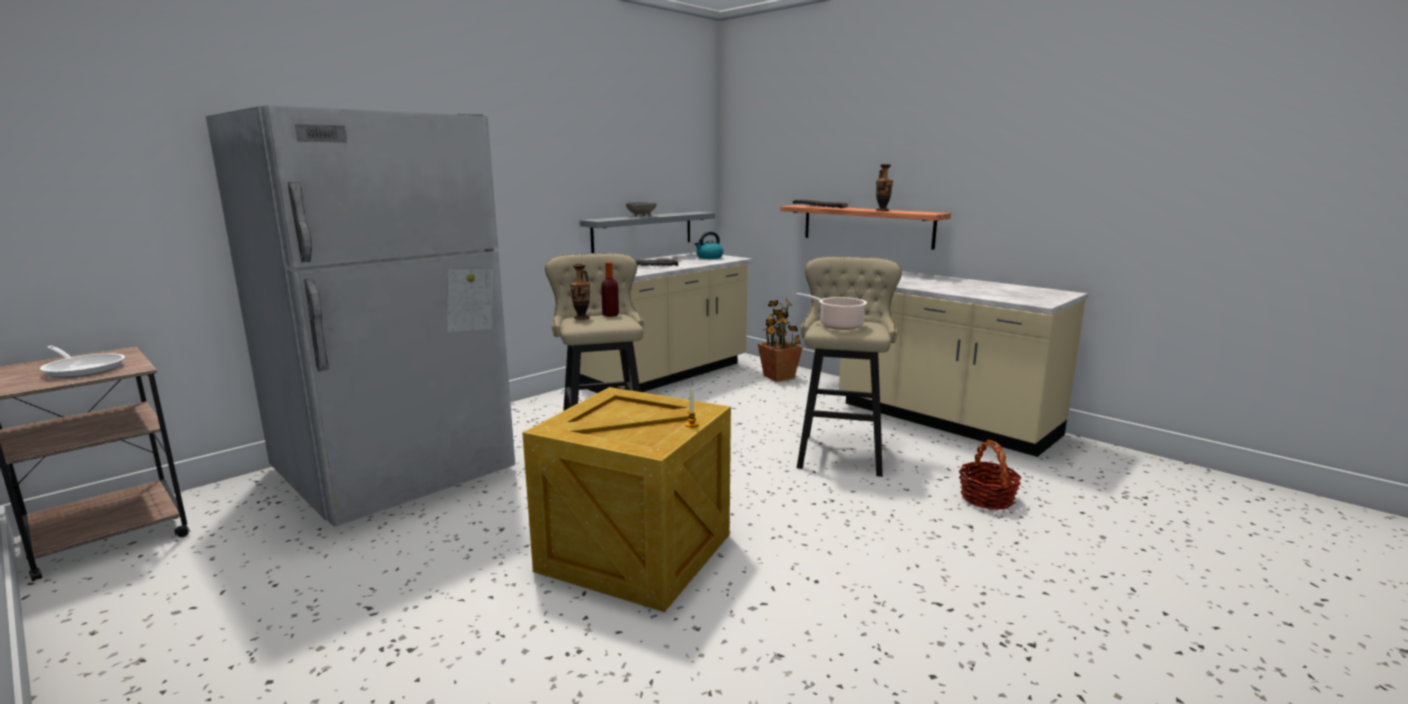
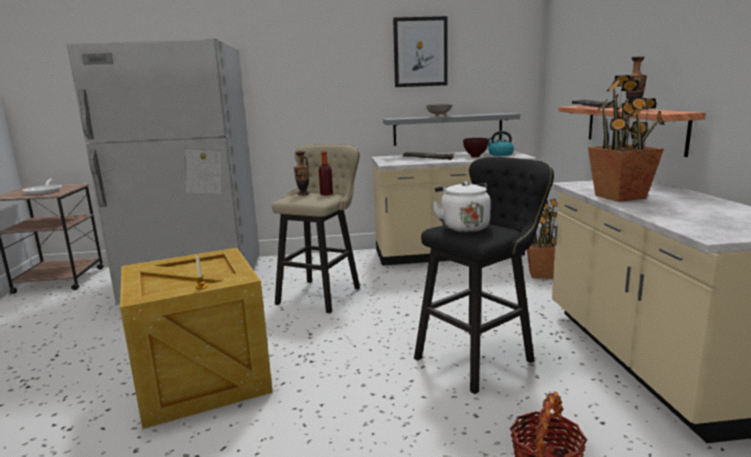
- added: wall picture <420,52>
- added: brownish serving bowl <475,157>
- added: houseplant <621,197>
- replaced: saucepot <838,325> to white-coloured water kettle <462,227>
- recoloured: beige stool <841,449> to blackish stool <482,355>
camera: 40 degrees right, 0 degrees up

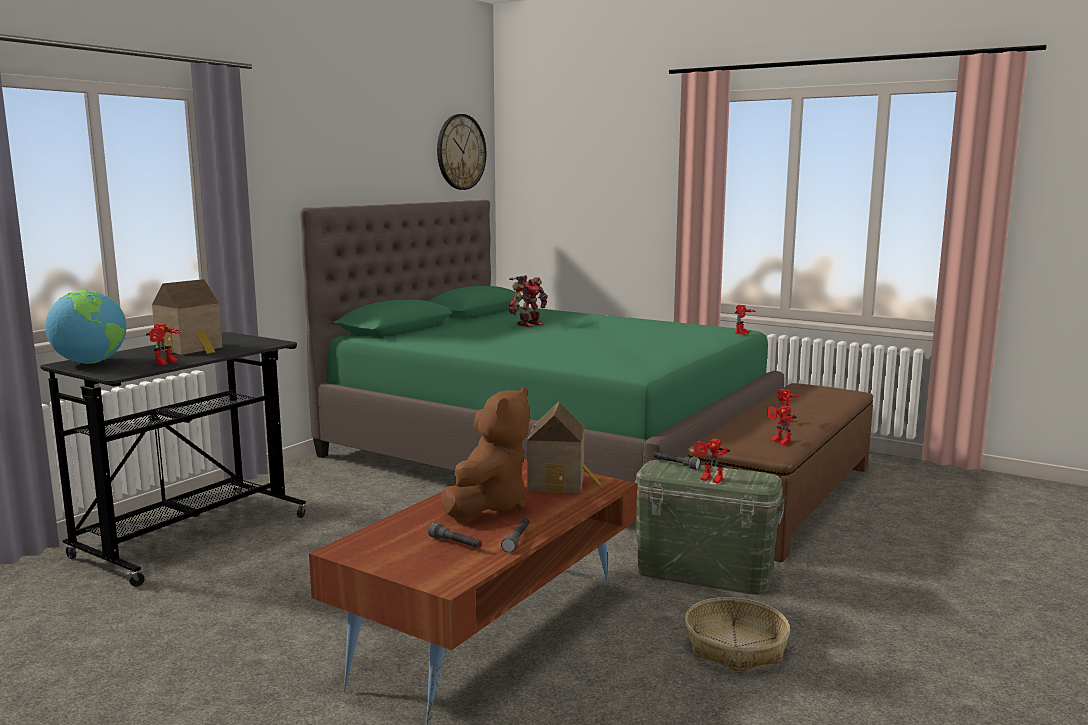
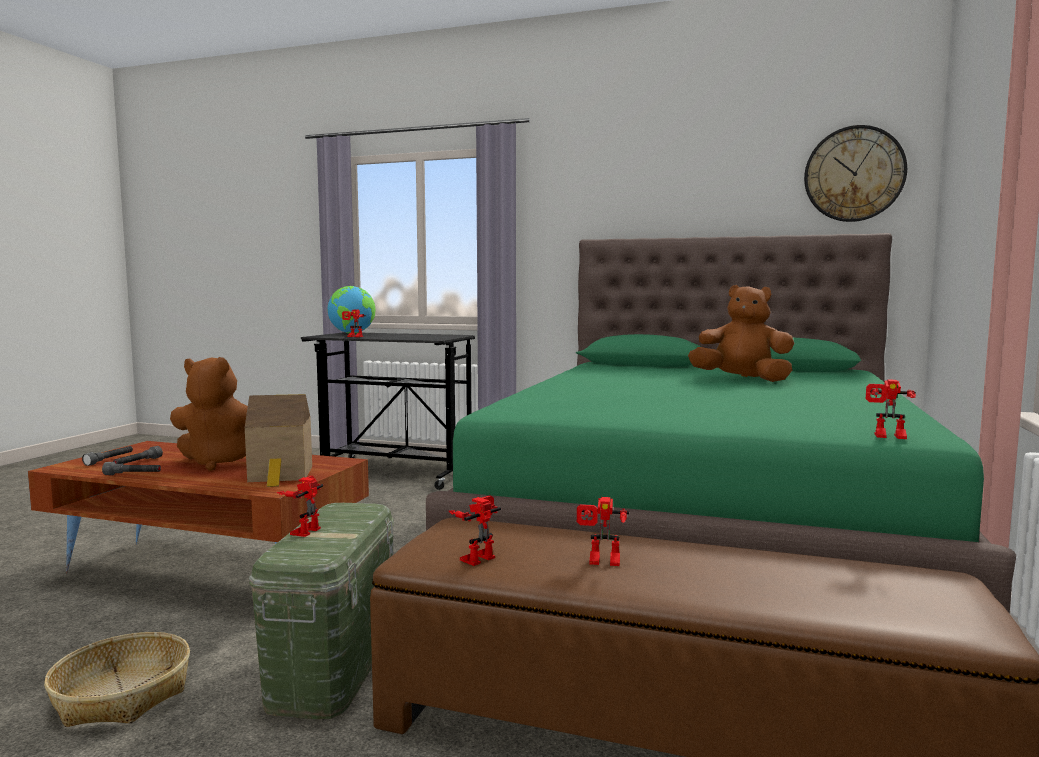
- removed: toy house <191,348>
- moved: gray hand torch <676,465> to <109,460>
- replaced: model robot <528,324> to brownish cuddly toy <742,380>
camera: 75 degrees right, 5 degrees down

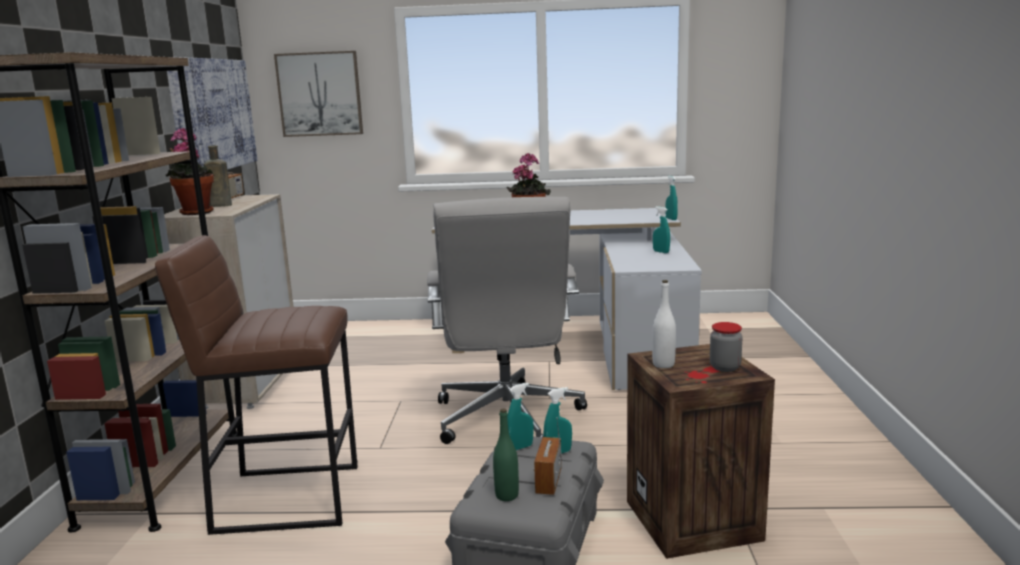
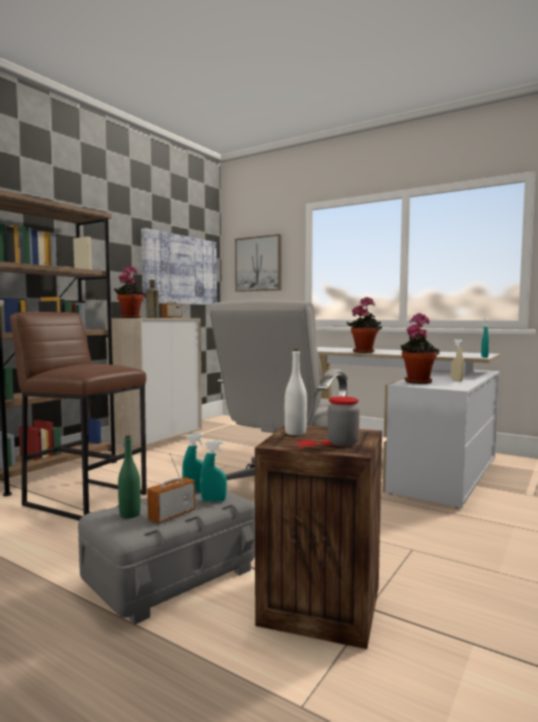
- added: houseplant <417,381>
- recoloured: turquoise-coloured hand sprayer <661,252> to beige hand sprayer <456,380>
camera: 30 degrees right, 10 degrees down

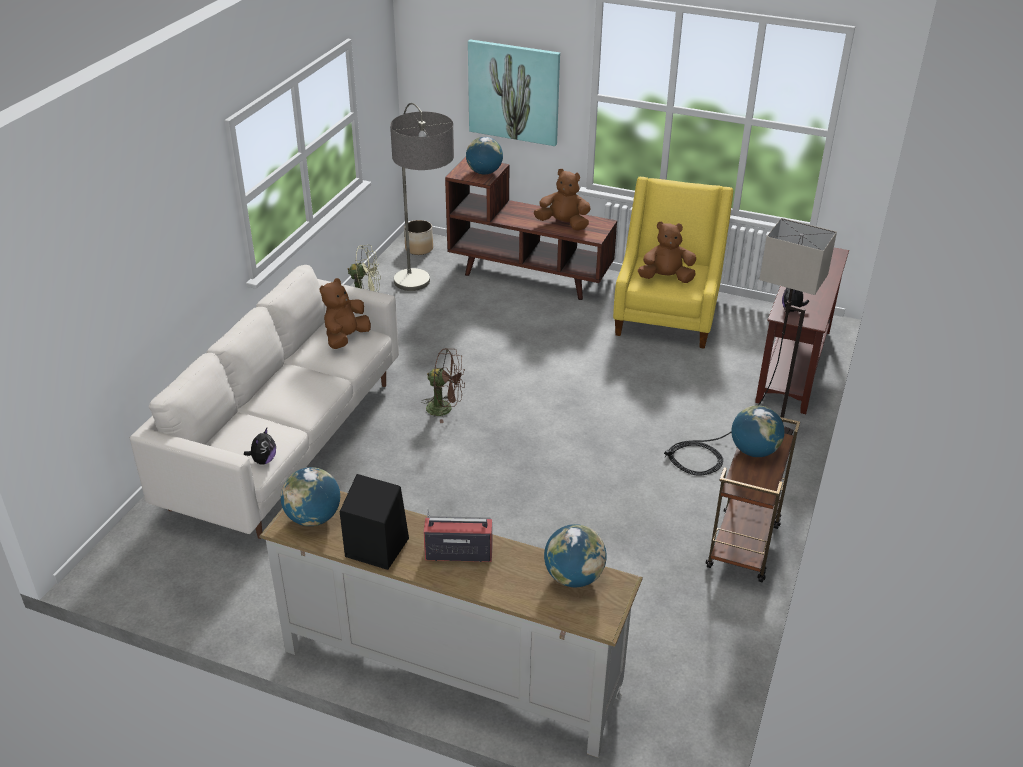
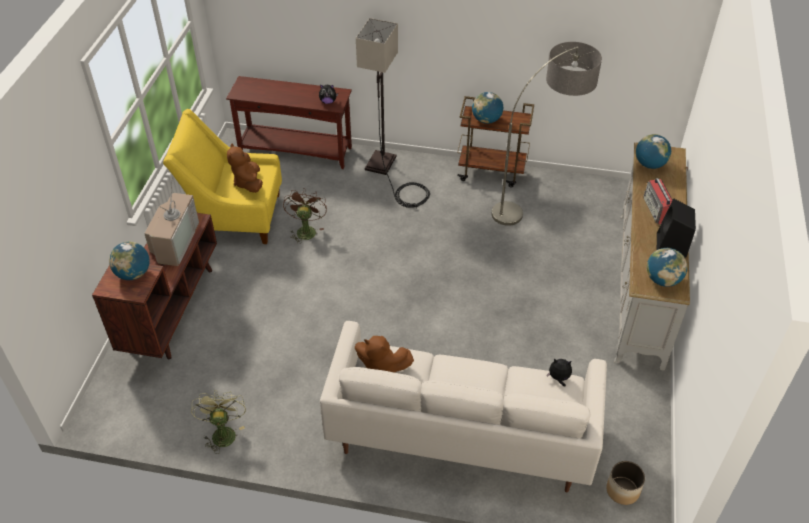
- removed: wall picture <514,92>
- moved: standing lamp <423,303> to <537,202>
- moved: plant pot <419,249> to <622,491>
- moved: brownish cooling fan <445,409> to <306,230>
- replaced: brownish cuddly toy <563,224> to TV <174,241>
camera: 100 degrees left, 10 degrees up

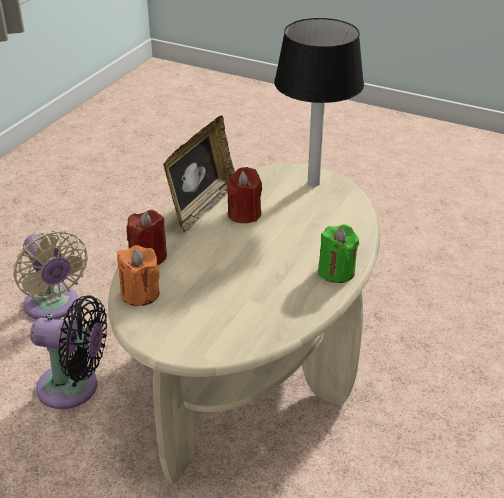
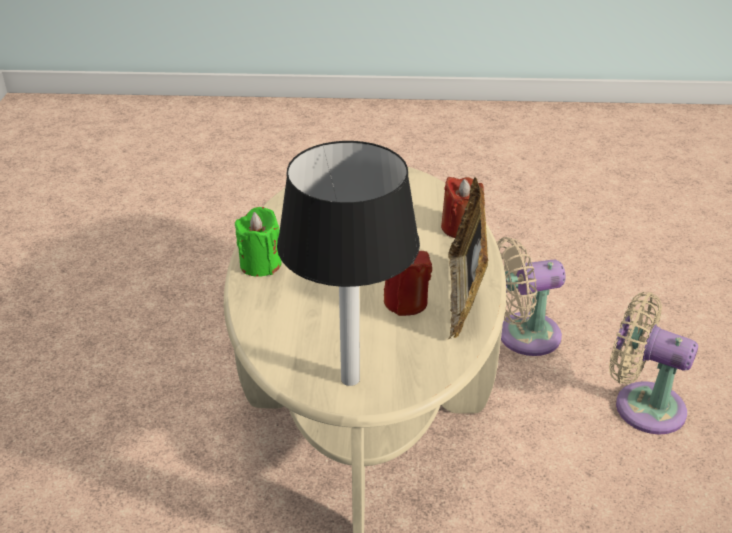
- removed: orange-coloured wax light <140,293>
- recoloured: blackish cooling fan <74,387> to beige cooling fan <522,336>
camera: 155 degrees right, 0 degrees up

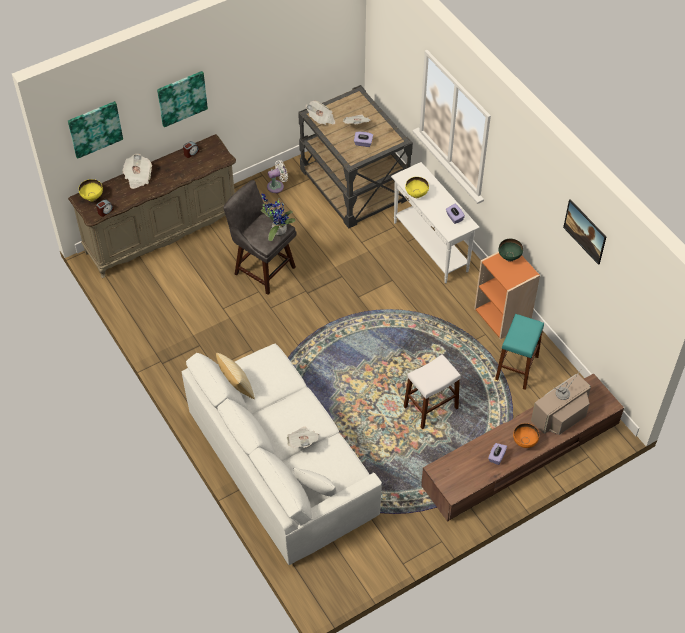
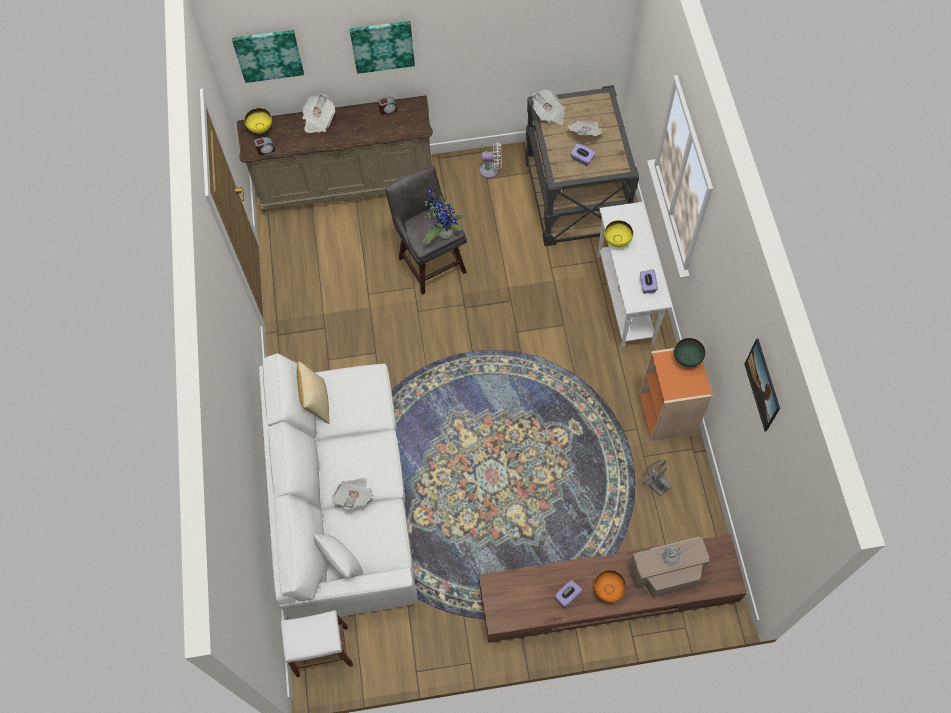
- moved: white-coloured stool <430,407> to <322,651>
- replaced: turquoise-coloured stool <517,368> to gray cooling fan <653,484>
camera: 25 degrees right, 10 degrees up

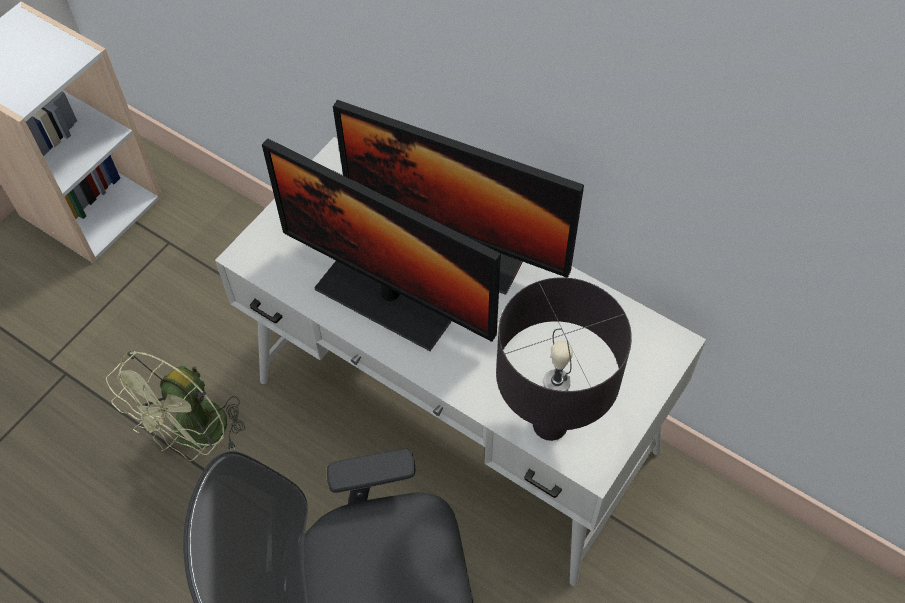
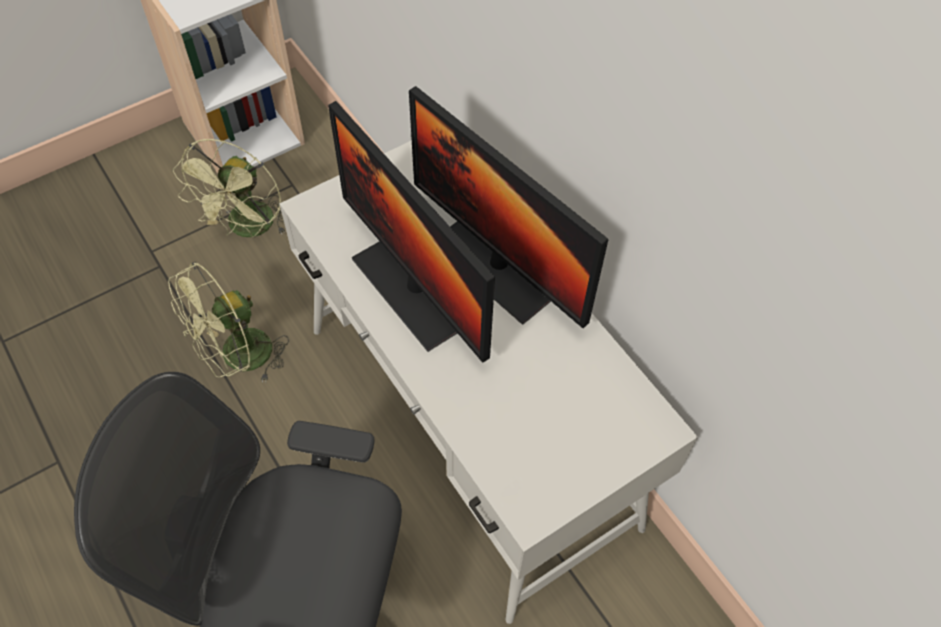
- removed: blackish lamp for a table <550,425>
- added: green-coloured cooling fan <248,229>
camera: 20 degrees right, 0 degrees up

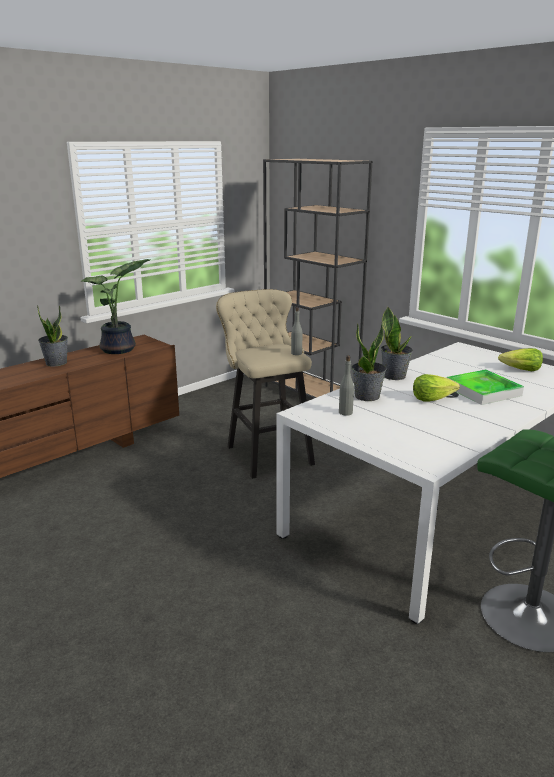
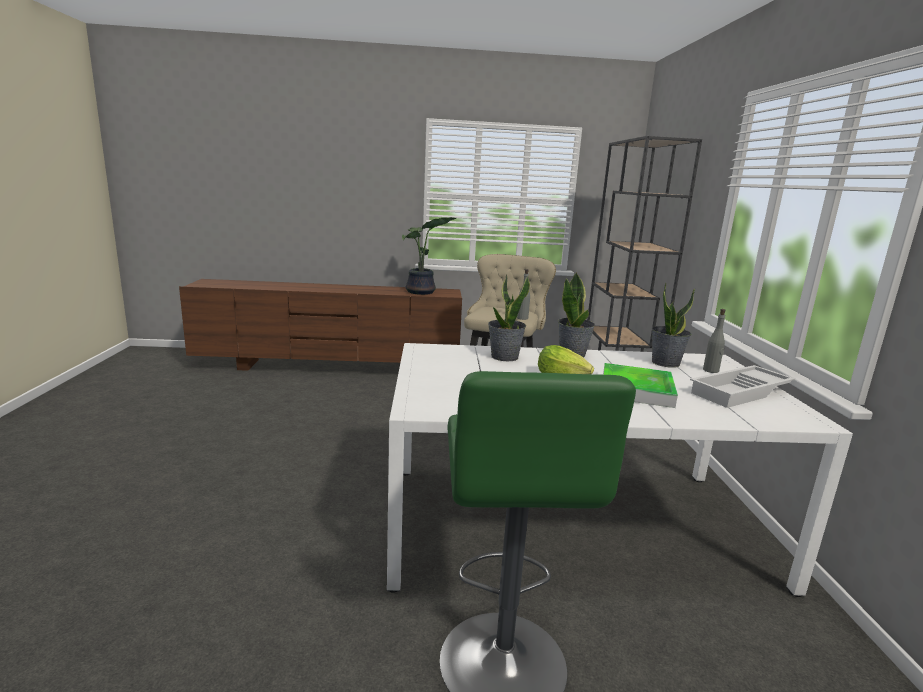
- moved: houseplant <56,363> to <665,363>
- moved: gray beverage bottle <345,412> to <711,370>
- replaced: head of lettuce <521,370> to white-coloured serving tray <741,393>
camera: 40 degrees right, 5 degrees down

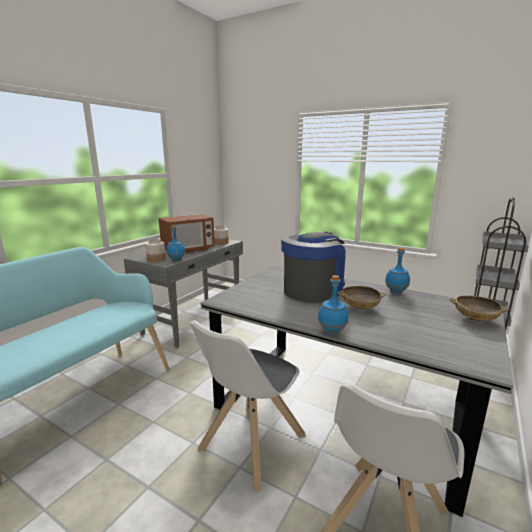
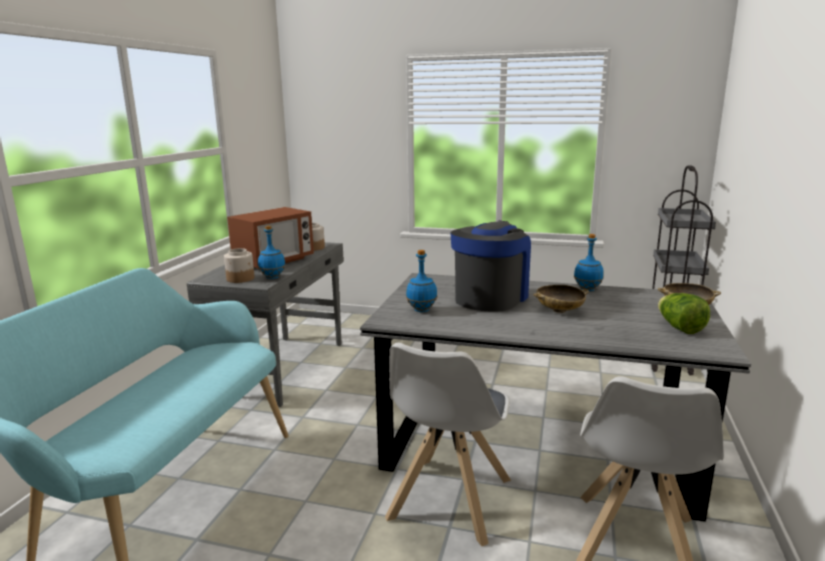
- added: head of lettuce <679,328>
- moved: bluish beverage bottle <331,332> to <421,310>
camera: 15 degrees left, 0 degrees up

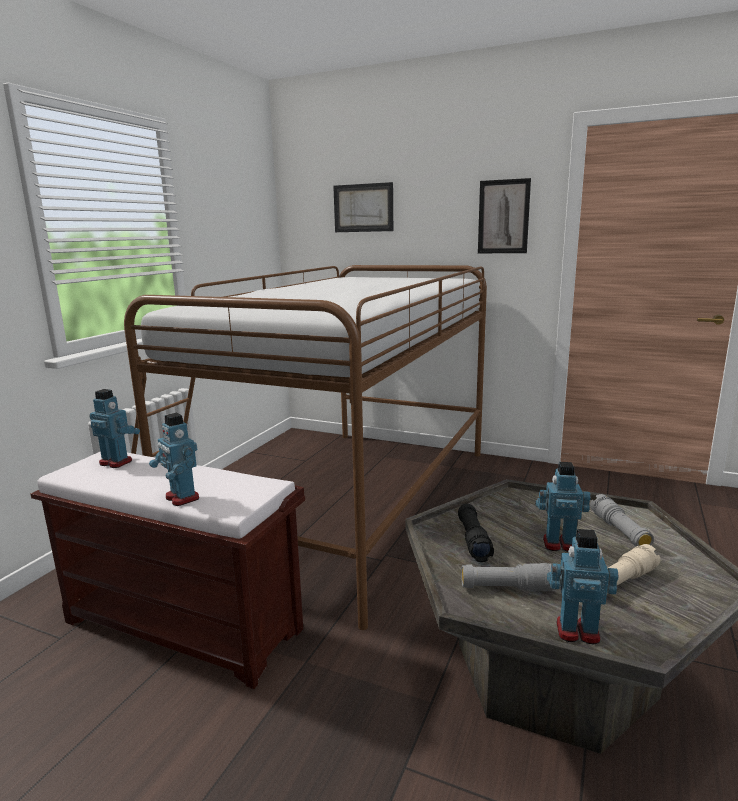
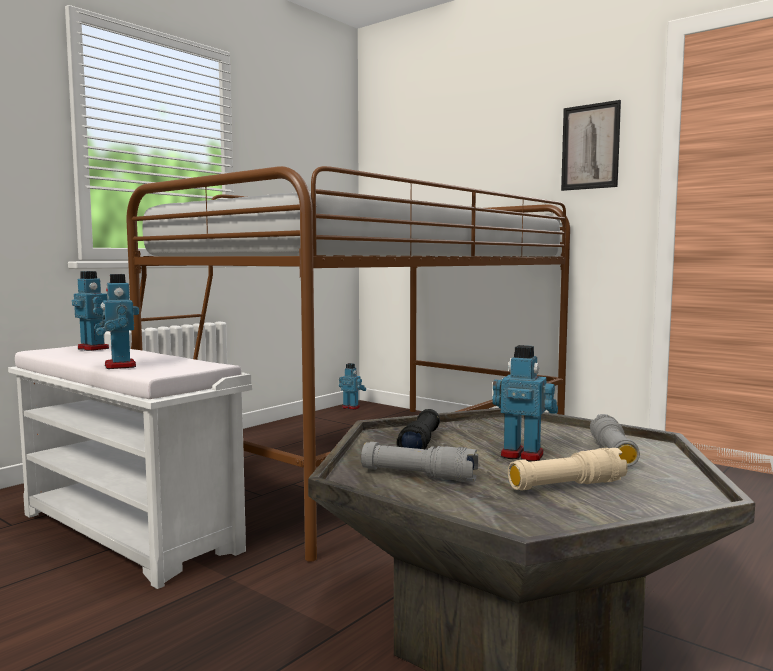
- removed: wall picture <363,208>
- moved: model robot <577,630> to <351,407>
- recoloured: brownish bench <185,625> to white-coloured bench <131,532>
camera: 15 degrees right, 10 degrees down

